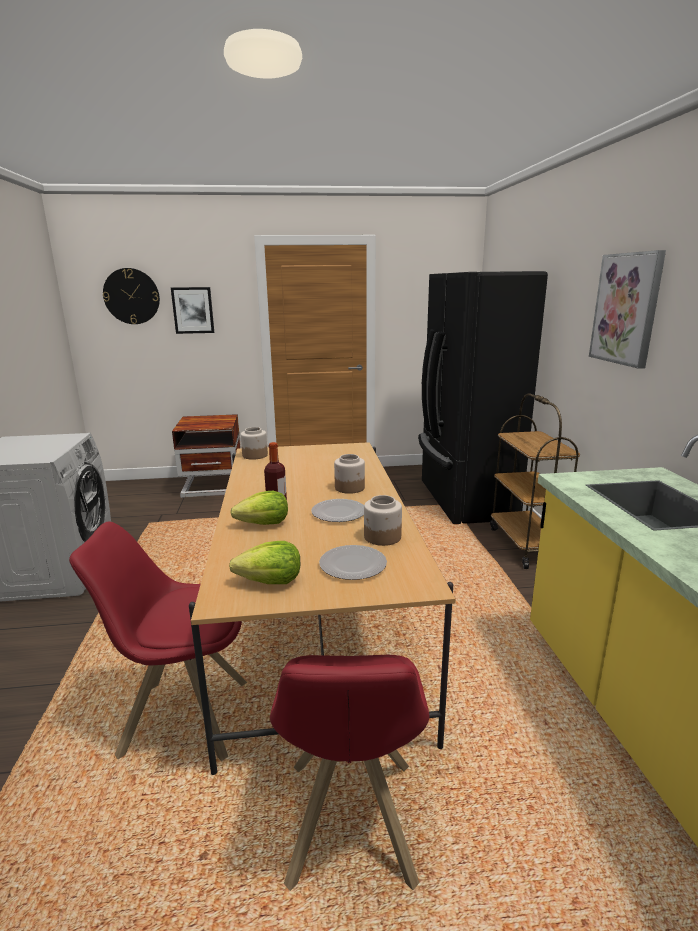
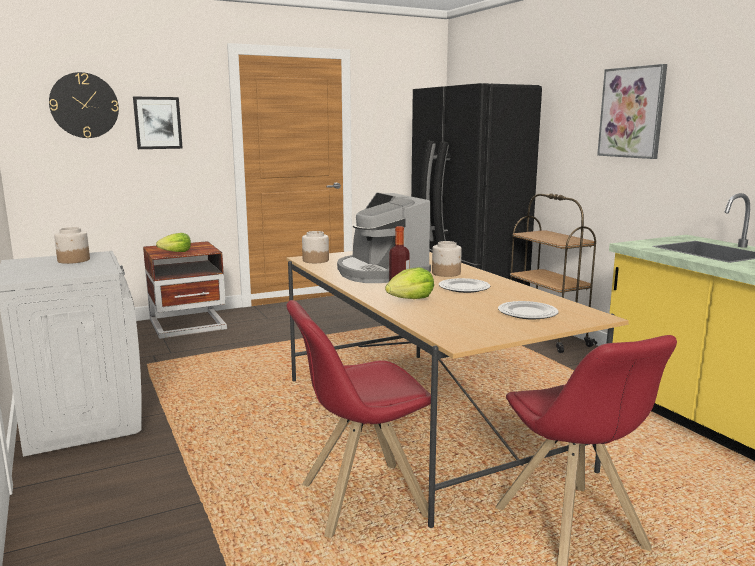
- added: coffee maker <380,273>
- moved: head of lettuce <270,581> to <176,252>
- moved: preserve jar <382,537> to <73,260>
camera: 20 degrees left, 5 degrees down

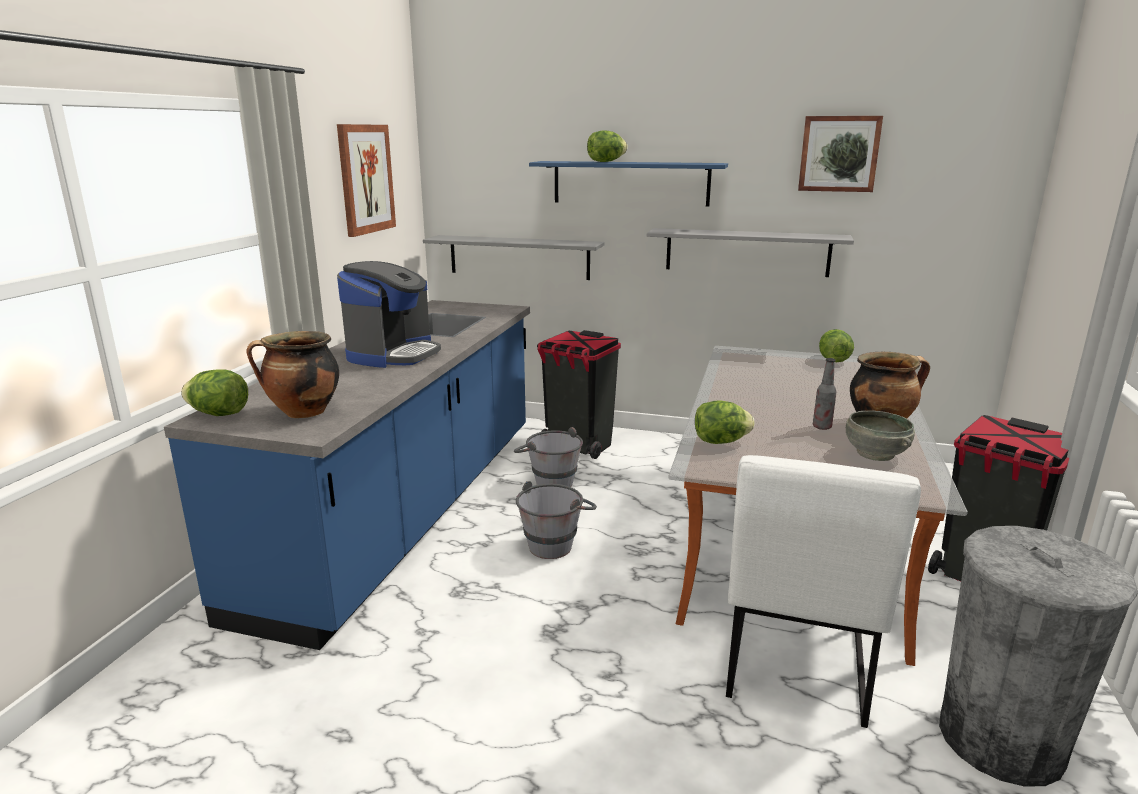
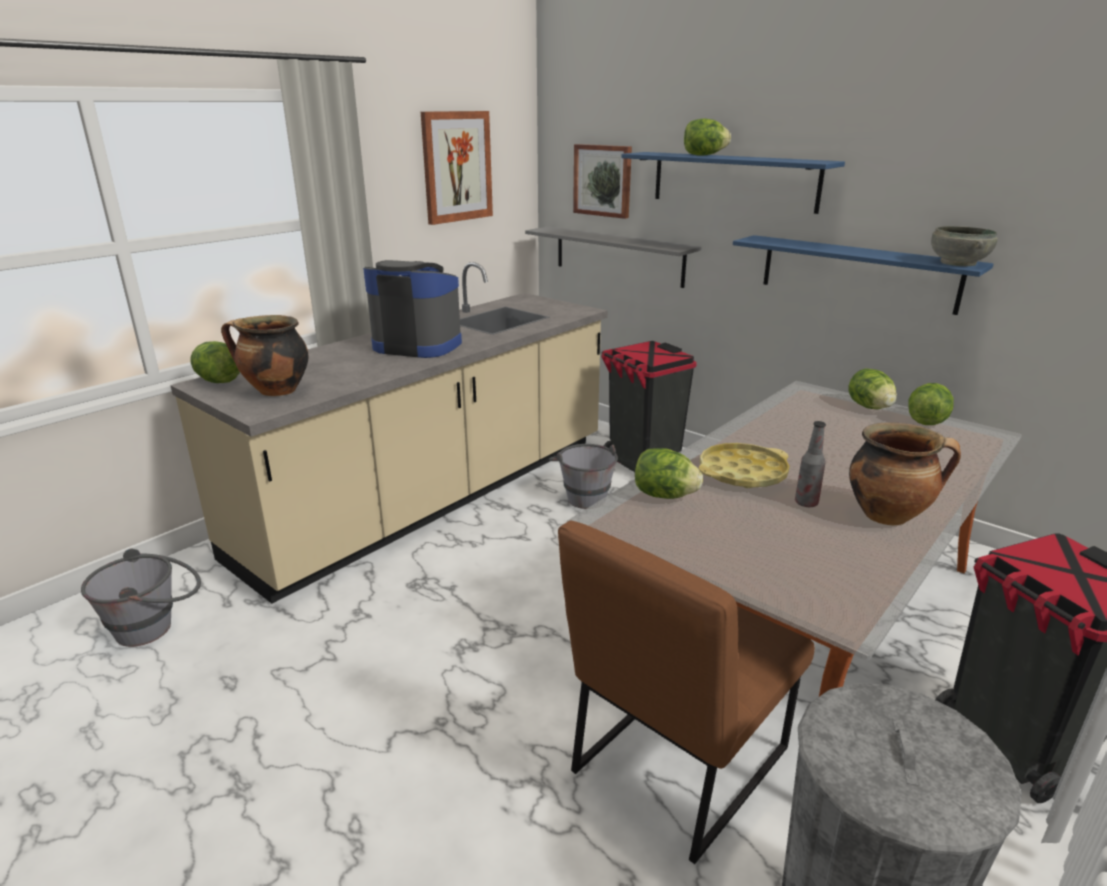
- added: yellow serving tray <742,473>
- added: head of lettuce <869,407>
- moved: gray water bucket <556,543> to <156,626>
- moved: wall picture <839,154> to <603,180>
- moved: gray serving bowl <874,454> to <957,263>
- recoloured: bluish kitchen base unit <407,511> to beige kitchen base unit <434,496>
- recoloured: gray wall shelf <747,252> to bluish wall shelf <857,273>
- recoloured: white-coloured chair <795,663> to brownish chair <675,762>
- turned: coffee maker <393,354> = <417,345> 120 degrees counterclockwise
camera: 25 degrees right, 5 degrees up

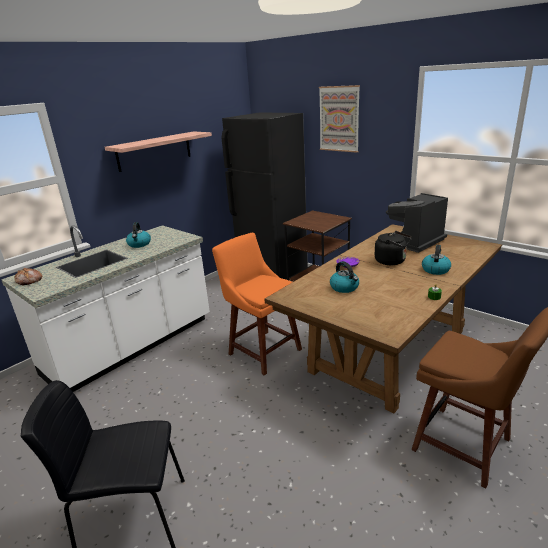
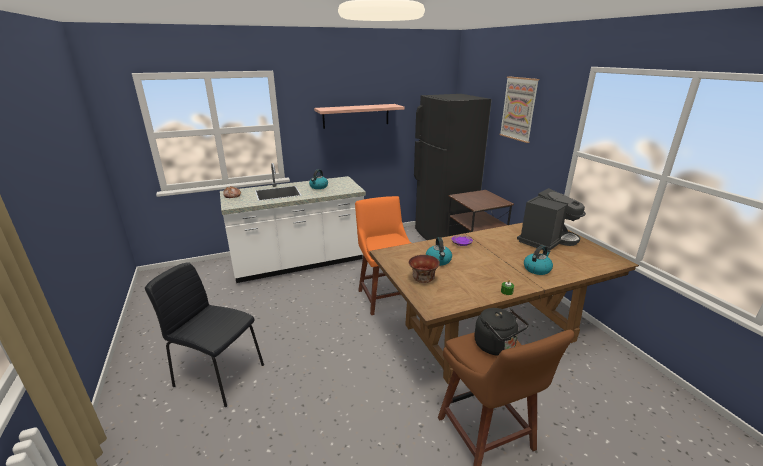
- added: serving bowl <423,279>
- moved: blackish water kettle <392,261> to <496,346>
- turned: coffee maker <414,242> = <546,240> 150 degrees clockwise
camera: 25 degrees right, 0 degrees up

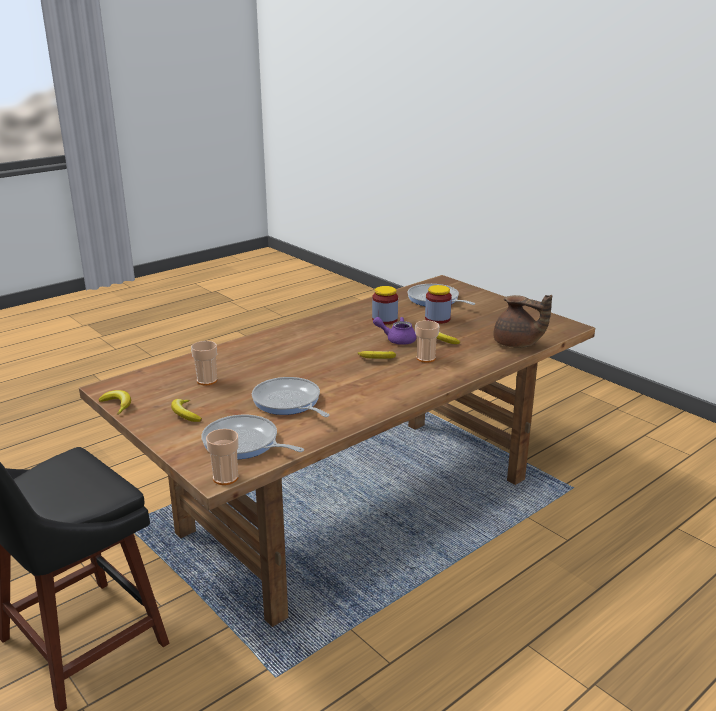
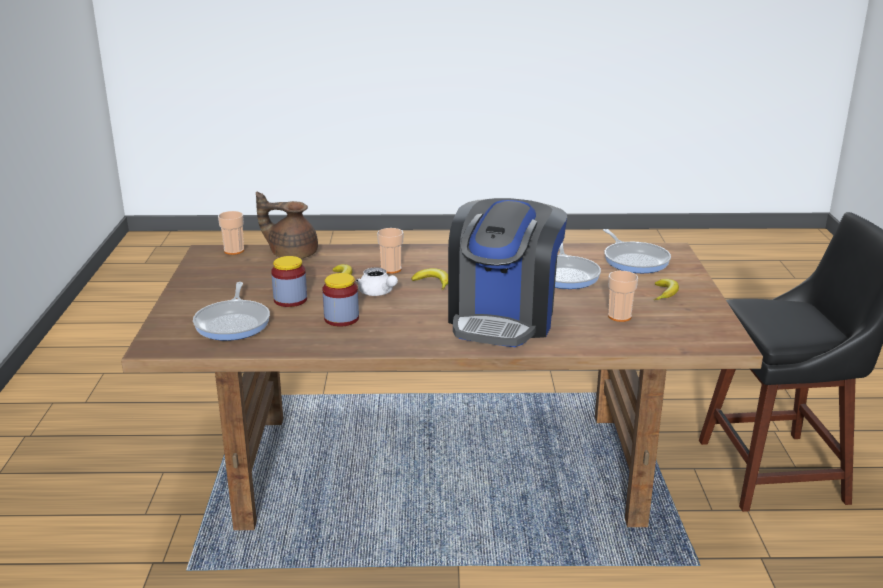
- removed: banana <117,405>
- added: coffee maker <503,318>
- moved: drinking cup <225,478> to <234,250>
- recoloured: purple teapot <397,340> to white-coloured teapot <378,293>
- turned: brownish teapot <517,344> = <292,254> 60 degrees counterclockwise
camera: 140 degrees left, 0 degrees up

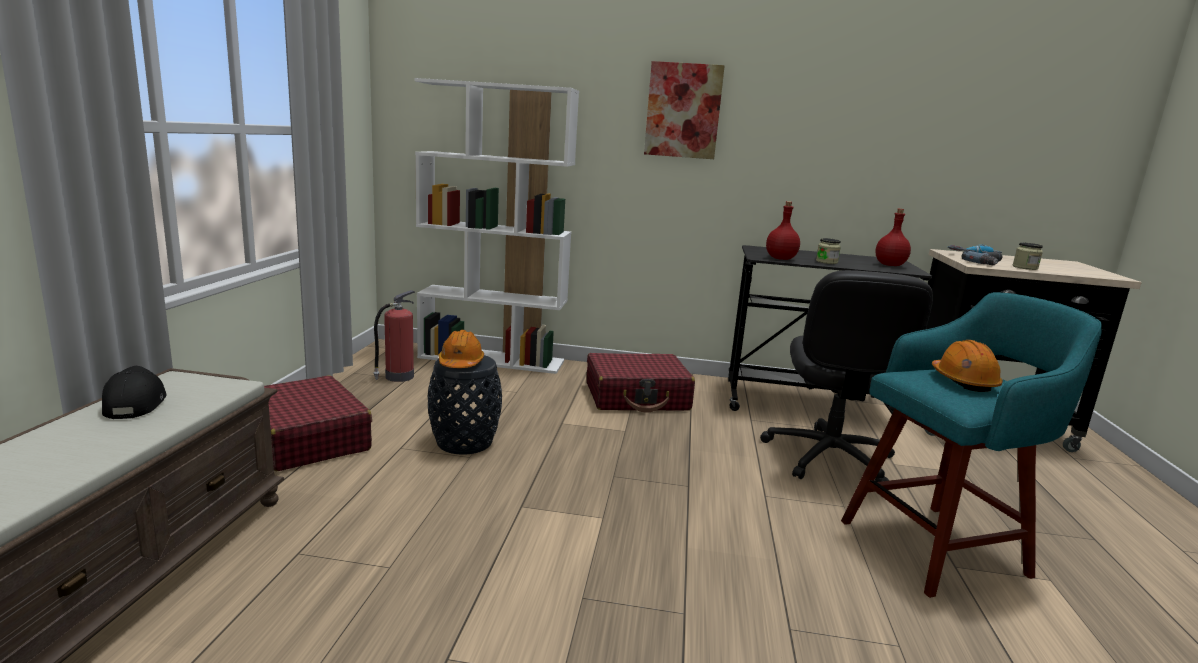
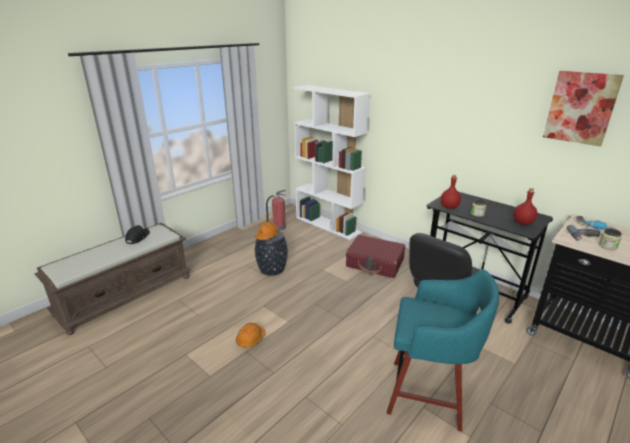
- removed: red travel case <307,438>
- moved: wall picture <683,111> to <580,108>
- moved: orange-coloured work helmet <963,381> to <250,339>
camera: 35 degrees right, 10 degrees up

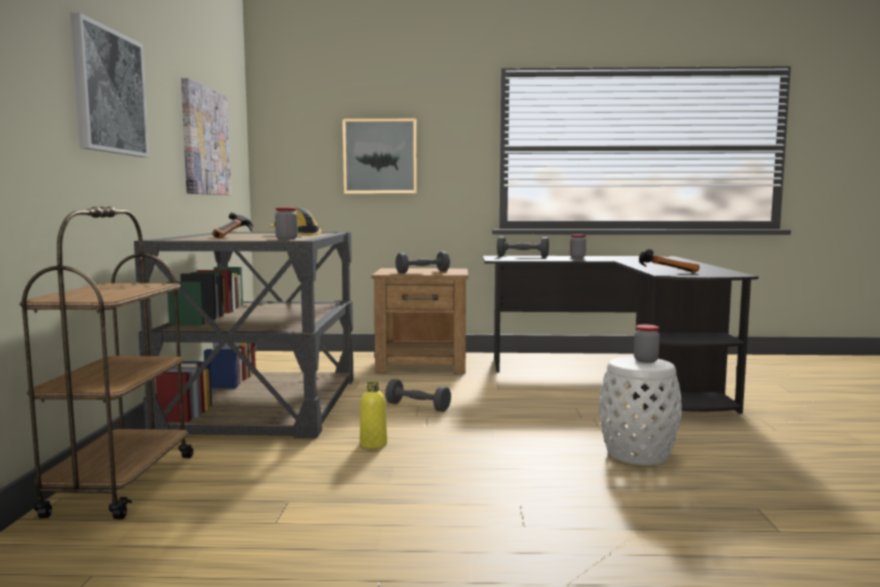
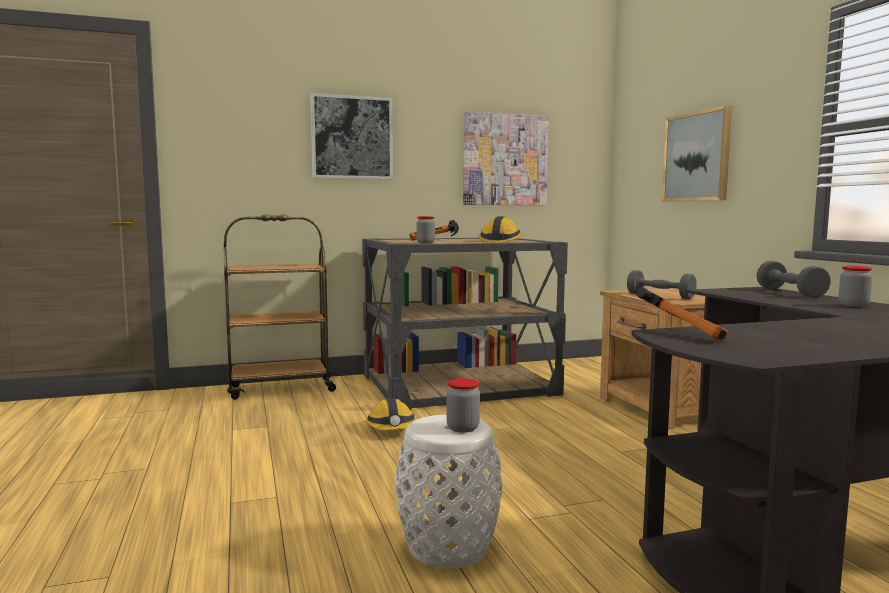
- removed: gray free weight <418,407>
- replaced: yellow beverage bottle <373,444> to work helmet <391,429>
camera: 70 degrees right, 0 degrees up

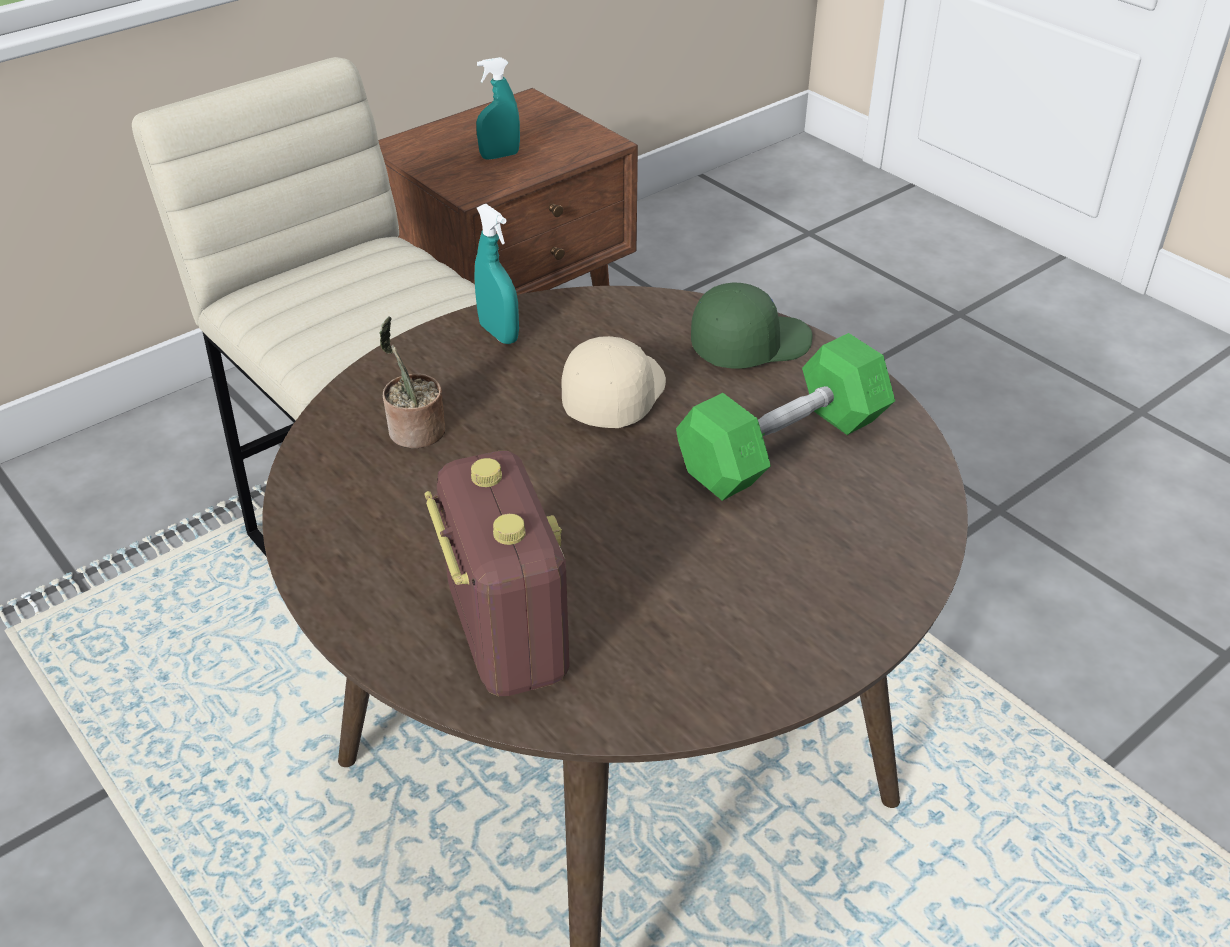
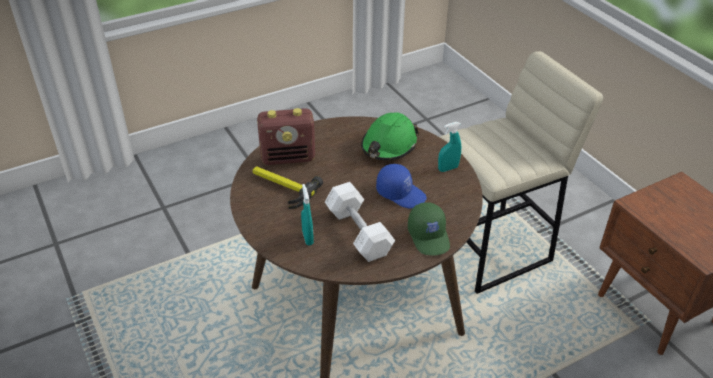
- added: hammer <281,187>
- moved: turquoise-coloured hand sprayer <500,156> to <307,238>
- replaced: houseplant <415,433> to green-coloured work helmet <389,146>
- recoloured: beige cap <613,395> to bluish cap <401,193>
- recoloured: green-coloured free weight <783,447> to white-coloured free weight <358,232>
camera: 100 degrees right, 0 degrees up

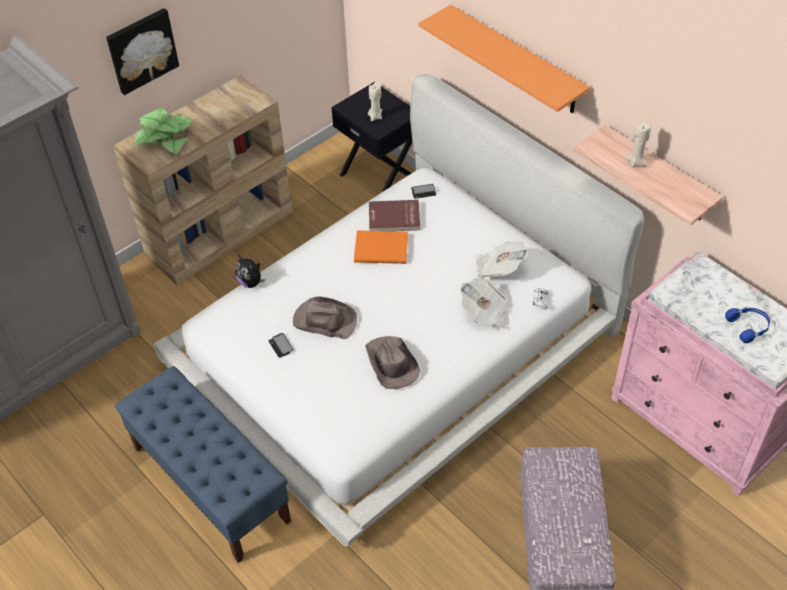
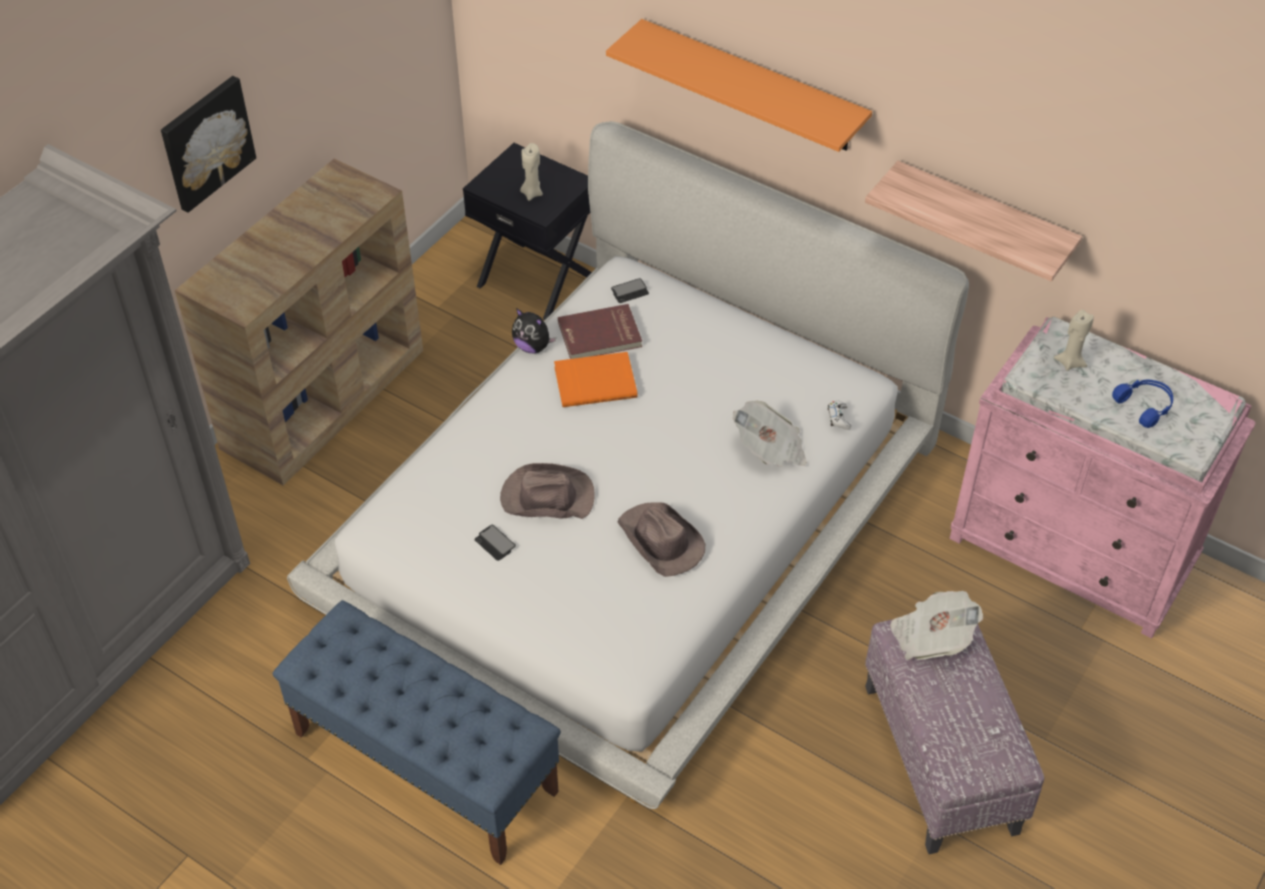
- removed: houseplant <165,136>
- moved: cuddly toy <251,282> to <533,346>
- moved: daily paper <499,268> to <931,637>
- moved: beige wax light <636,162> to <1070,362>
camera: 15 degrees left, 0 degrees up

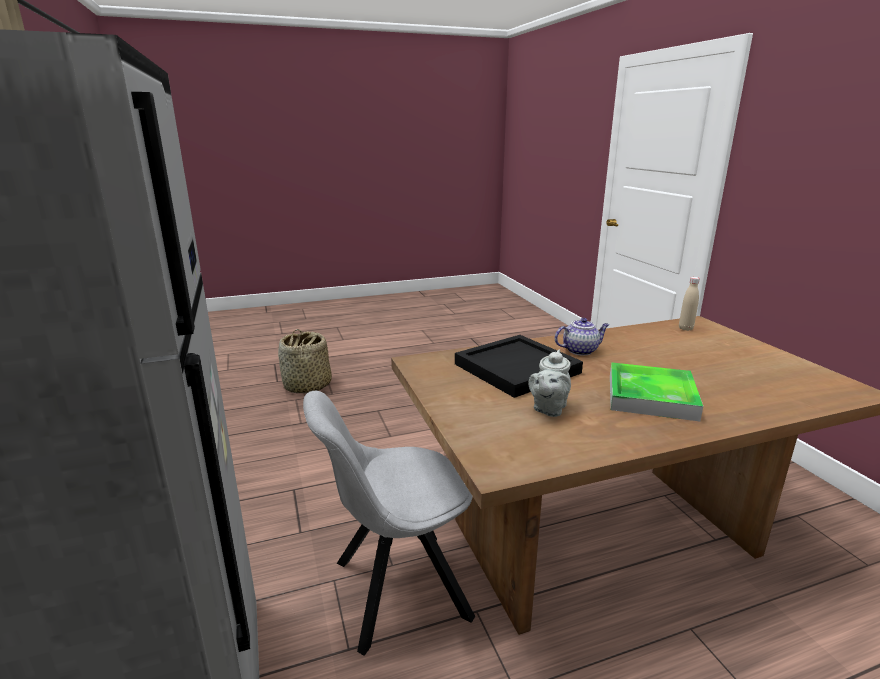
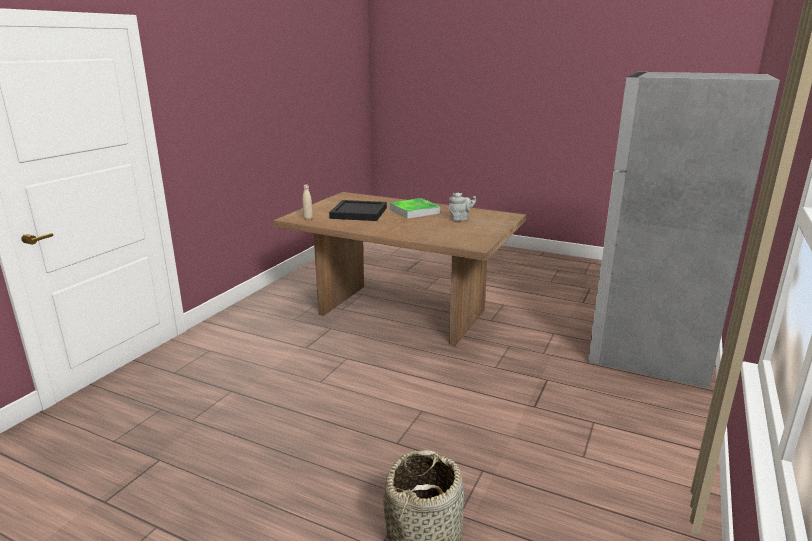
- removed: gray chair <397,590>
- removed: teapot <580,350>
- moved: blackish serving tray <517,368> to <358,213>
camera: 135 degrees left, 0 degrees up

